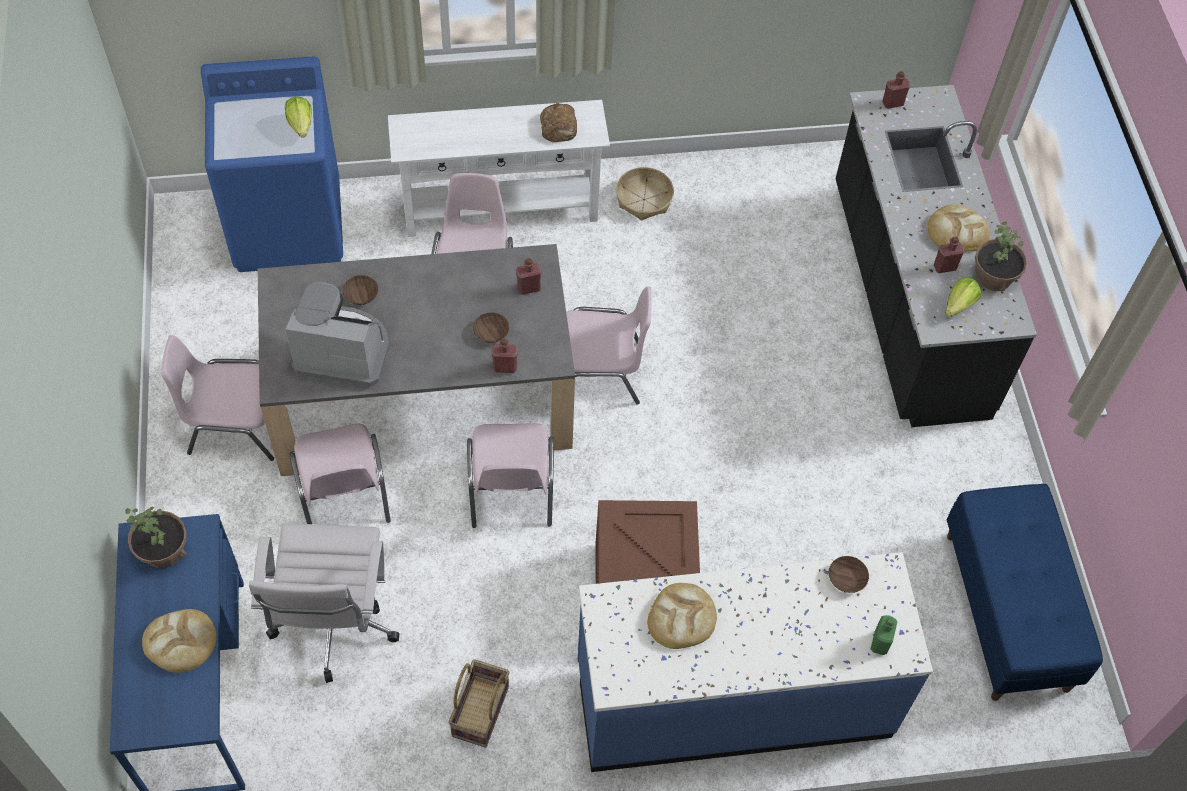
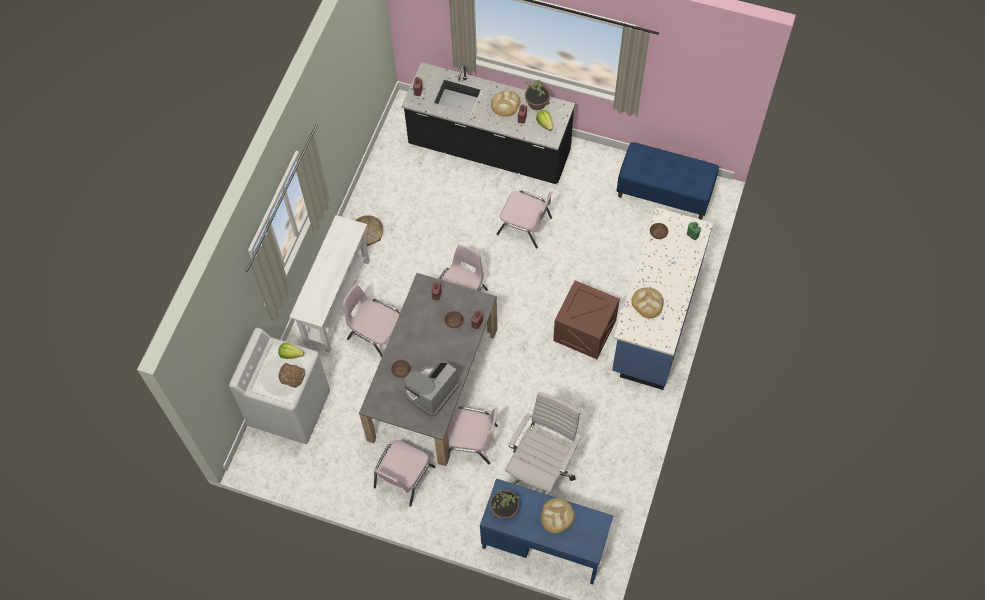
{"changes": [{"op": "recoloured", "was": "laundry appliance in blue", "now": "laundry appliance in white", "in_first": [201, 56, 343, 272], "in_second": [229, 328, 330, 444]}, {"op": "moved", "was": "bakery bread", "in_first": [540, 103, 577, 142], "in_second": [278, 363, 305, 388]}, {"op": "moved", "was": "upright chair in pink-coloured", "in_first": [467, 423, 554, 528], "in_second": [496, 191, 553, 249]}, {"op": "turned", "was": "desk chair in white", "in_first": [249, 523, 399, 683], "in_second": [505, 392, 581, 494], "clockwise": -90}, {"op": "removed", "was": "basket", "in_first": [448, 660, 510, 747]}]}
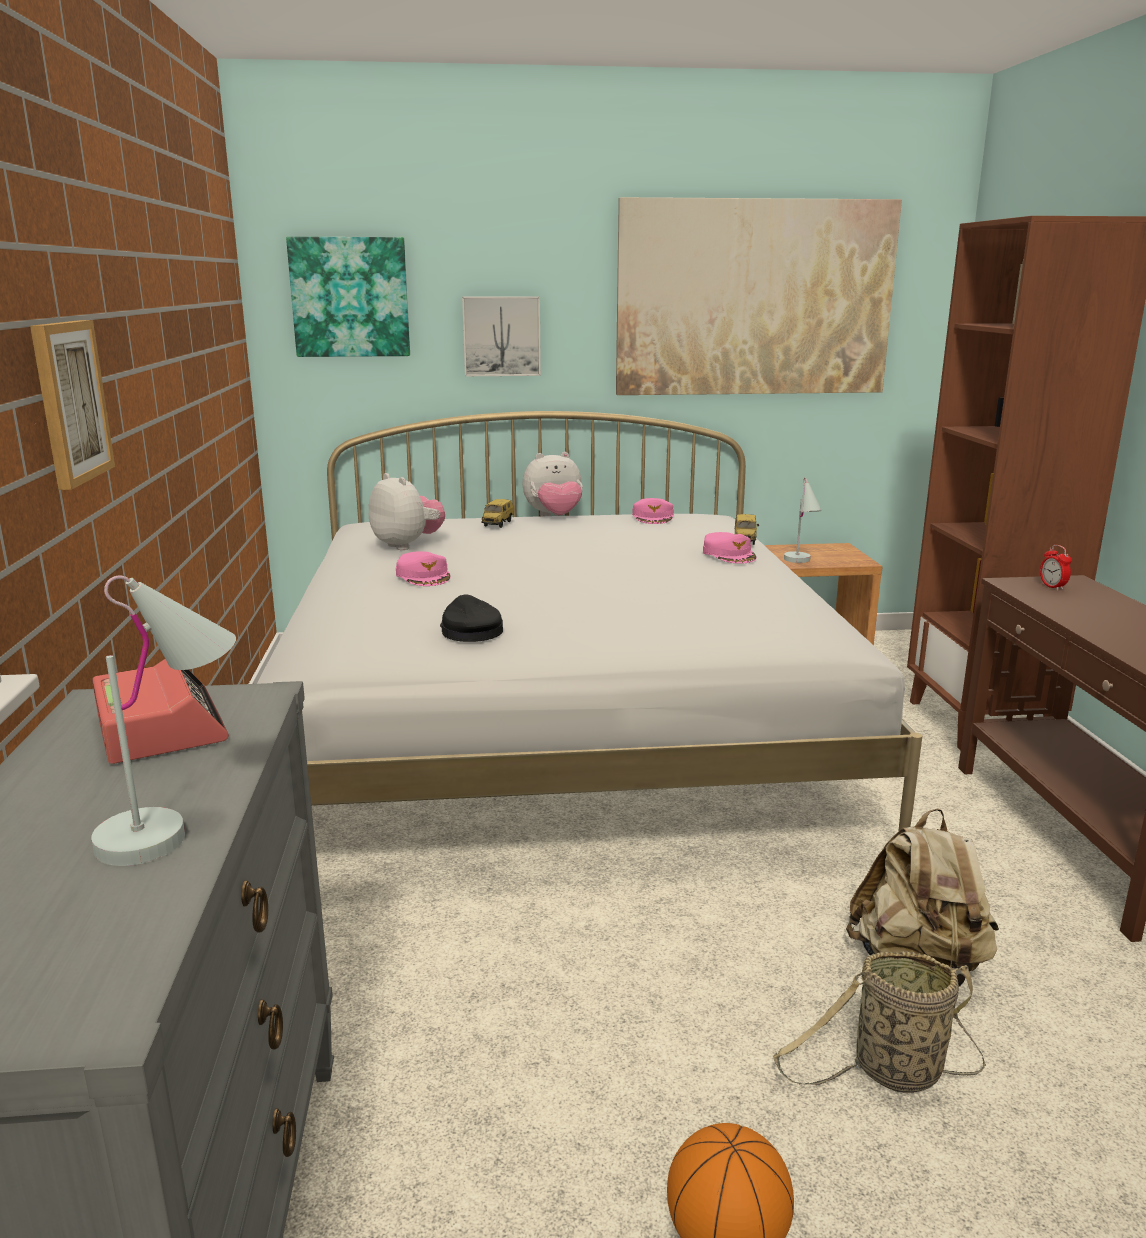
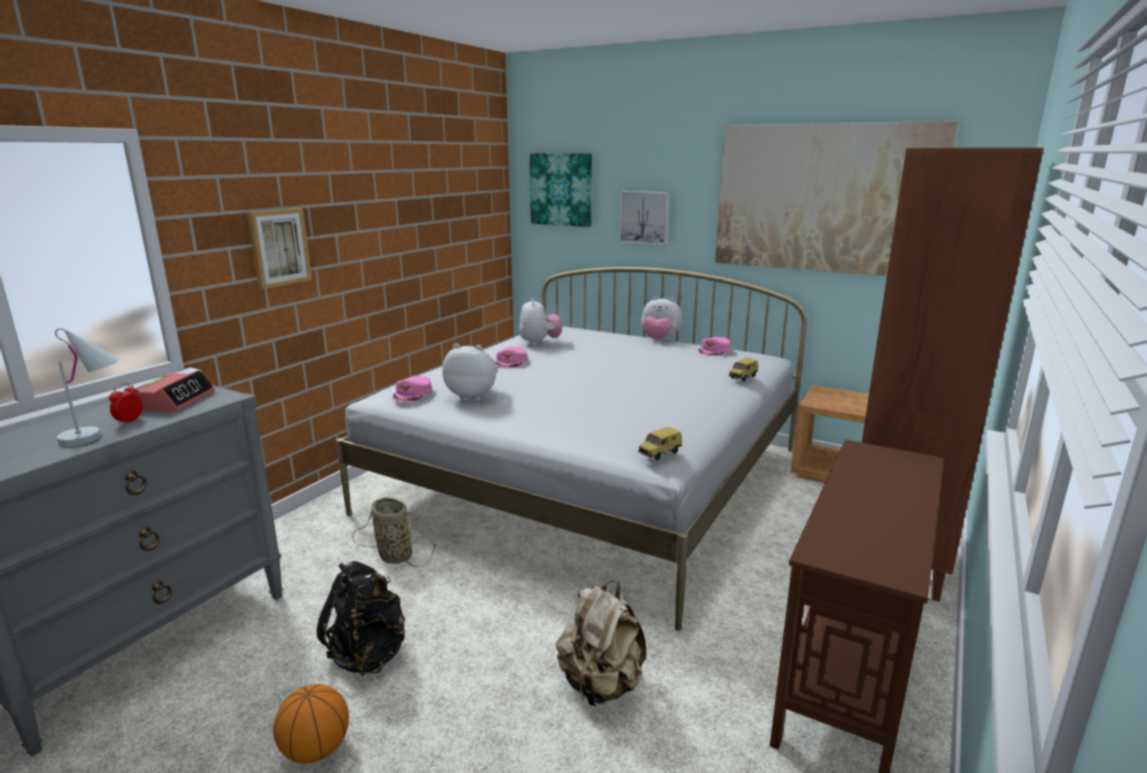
{"changes": [{"op": "removed", "was": "tabletop lamp in white", "in_first": [784, 478, 822, 563]}, {"op": "moved", "was": "model car", "in_first": [481, 499, 514, 528], "in_second": [638, 427, 682, 461]}, {"op": "moved", "was": "baseball cap in pink-coloured", "in_first": [703, 532, 757, 564], "in_second": [392, 376, 432, 402]}, {"op": "moved", "was": "alarm clock", "in_first": [1040, 545, 1072, 591], "in_second": [109, 383, 143, 425]}, {"op": "replaced", "was": "baseball cap in black", "now": "plush toy", "in_first": [440, 595, 503, 642], "in_second": [442, 343, 498, 401]}, {"op": "moved", "was": "basket", "in_first": [773, 951, 986, 1093], "in_second": [352, 497, 437, 567]}, {"op": "added", "now": "backpack in black", "in_second": [316, 561, 405, 676]}]}
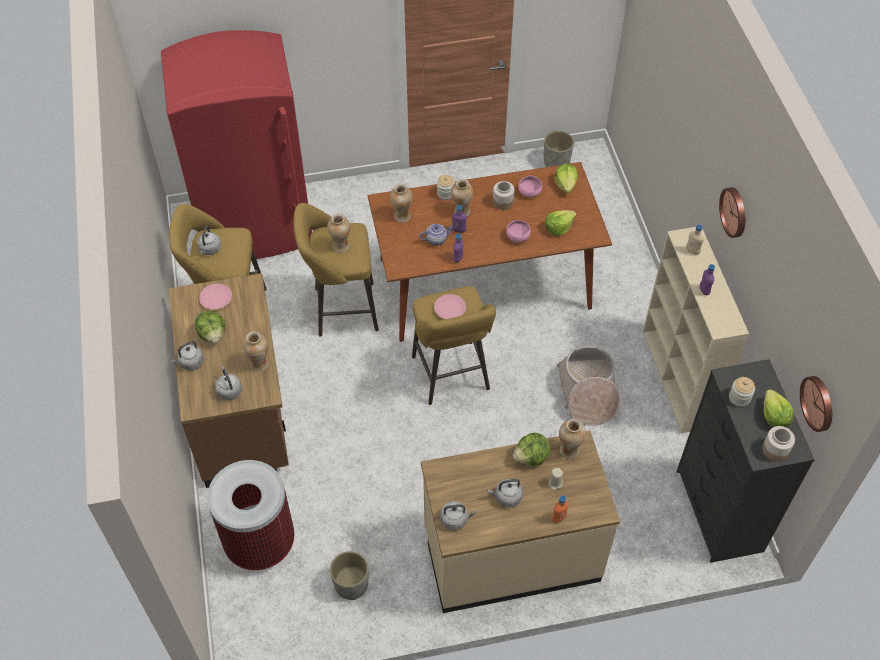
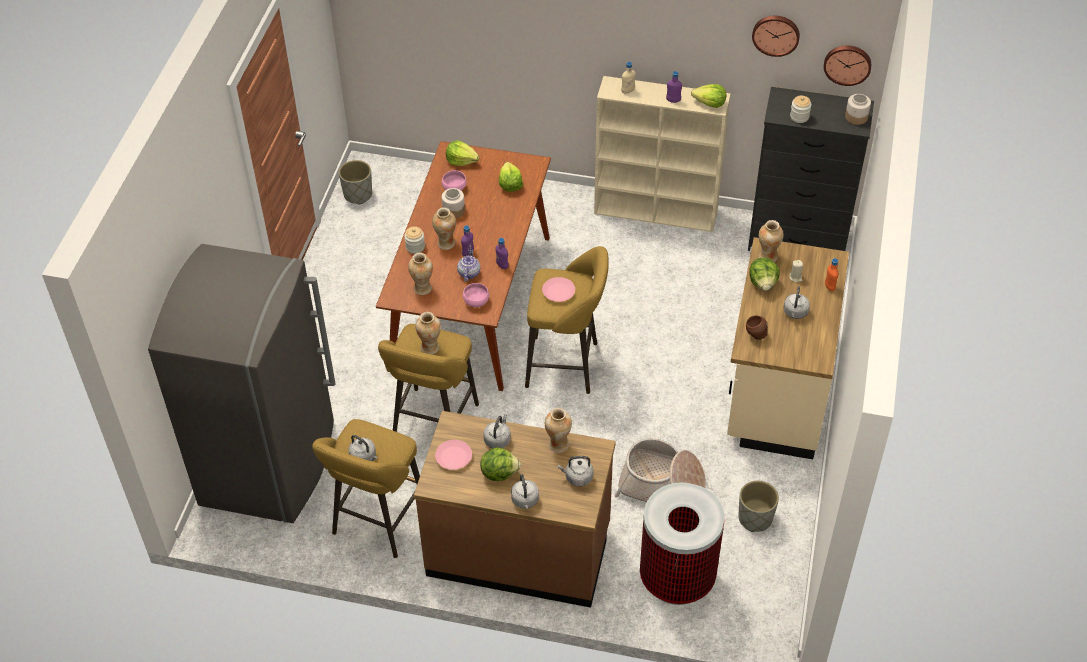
{"changes": [{"op": "recoloured", "was": "fridge in reddish", "now": "fridge in gray", "in_first": [161, 30, 312, 259], "in_second": [148, 244, 335, 523]}, {"op": "moved", "was": "clock on the wall", "in_first": [719, 187, 745, 238], "in_second": [752, 16, 800, 57]}, {"op": "moved", "was": "bowl in pink-coloured", "in_first": [506, 220, 531, 243], "in_second": [463, 283, 489, 307]}, {"op": "moved", "was": "basket", "in_first": [557, 346, 620, 426], "in_second": [615, 438, 706, 502]}, {"op": "moved", "was": "lettuce head", "in_first": [764, 389, 794, 427], "in_second": [691, 84, 727, 108]}, {"op": "moved", "was": "kettle in gray", "in_first": [440, 501, 476, 530], "in_second": [483, 414, 511, 449]}, {"op": "added", "now": "bowl in brown-coloured", "in_second": [746, 315, 768, 340]}]}
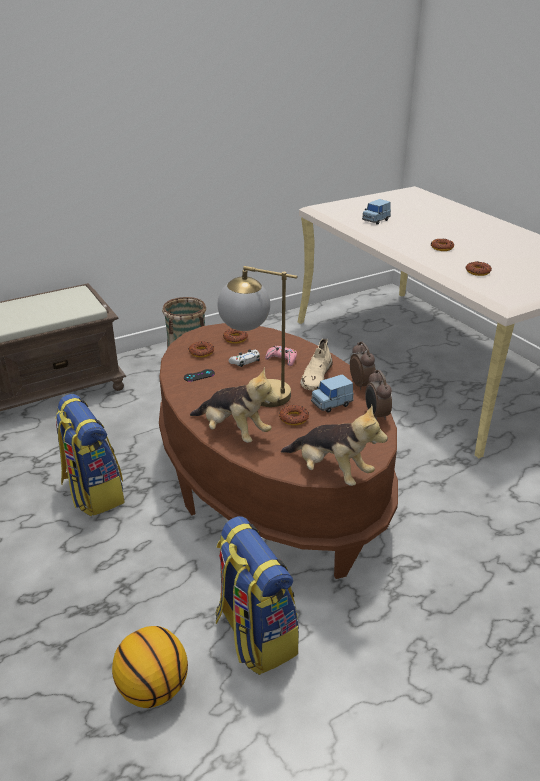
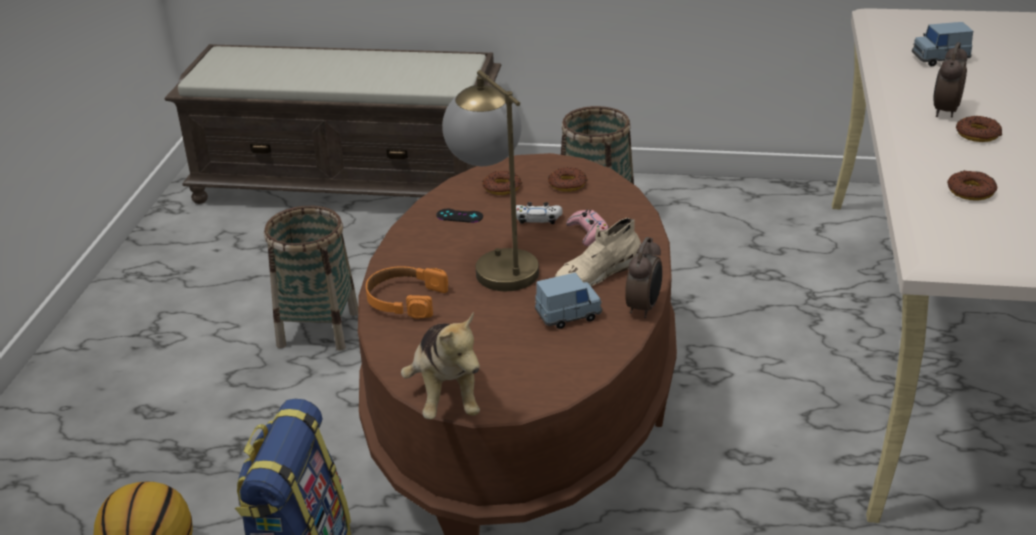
{"changes": [{"op": "replaced", "was": "plush toy", "now": "pair of headphones in orangey", "in_first": [190, 367, 279, 443], "in_second": [366, 266, 448, 319]}, {"op": "moved", "was": "alarm clock", "in_first": [365, 370, 392, 420], "in_second": [933, 42, 967, 117]}, {"op": "turned", "was": "model car in blue", "in_first": [311, 374, 354, 412], "in_second": [535, 272, 602, 329], "clockwise": 150}, {"op": "replaced", "was": "backpack", "now": "basket", "in_first": [55, 394, 125, 516], "in_second": [264, 205, 358, 351]}, {"op": "removed", "was": "doughnut", "in_first": [279, 405, 309, 425]}]}
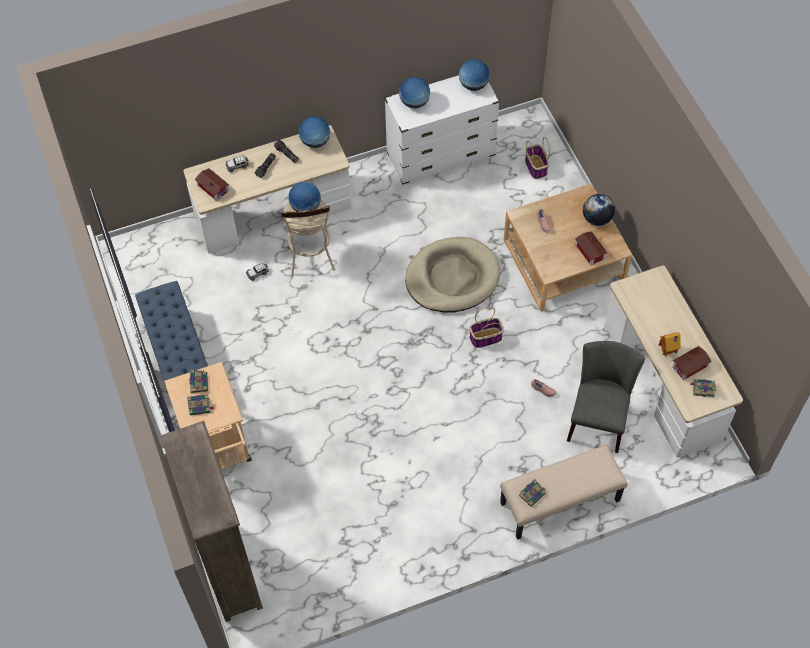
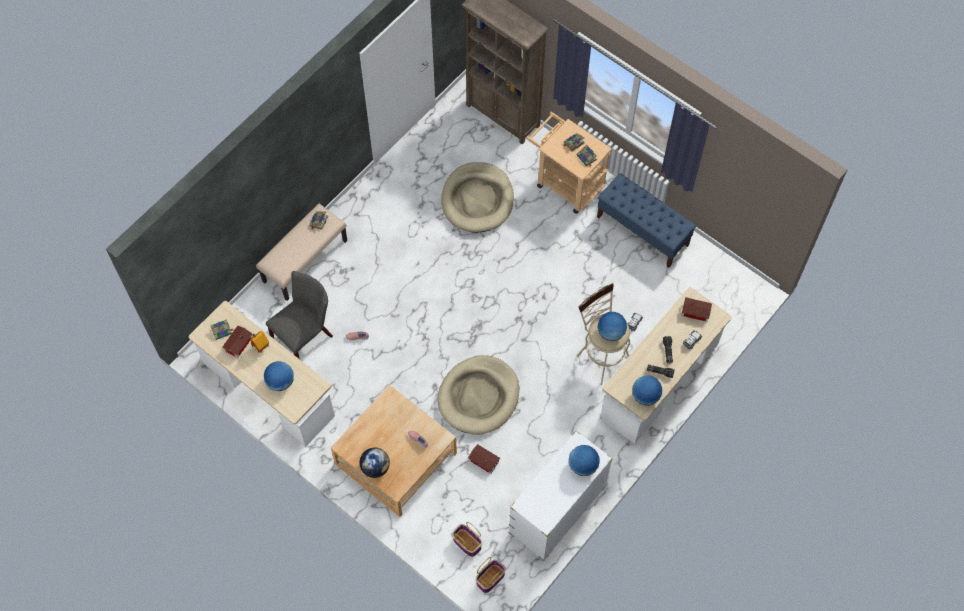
{"changes": [{"op": "moved", "was": "desk globe", "in_first": [459, 59, 490, 91], "in_second": [264, 361, 294, 391]}, {"op": "moved", "was": "model house", "in_first": [575, 231, 607, 265], "in_second": [468, 444, 500, 474]}, {"op": "moved", "was": "basket", "in_first": [469, 307, 504, 348], "in_second": [476, 557, 506, 593]}, {"op": "turned", "was": "upright chair in gray", "in_first": [567, 341, 645, 453], "in_second": [266, 271, 333, 359], "clockwise": -120}, {"op": "added", "now": "dog bed in beige", "in_second": [441, 162, 514, 233]}]}
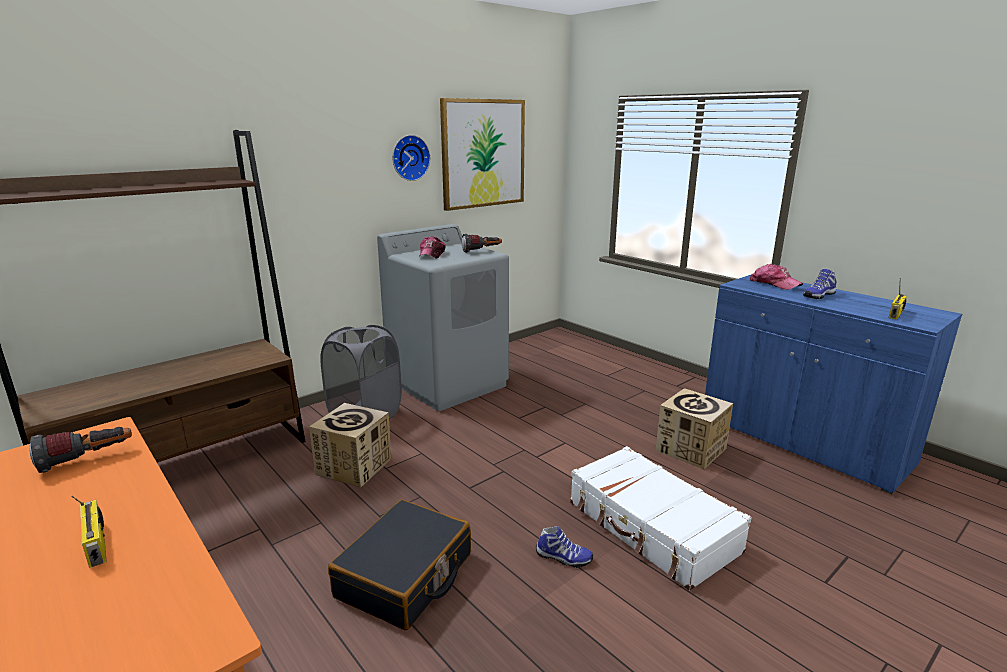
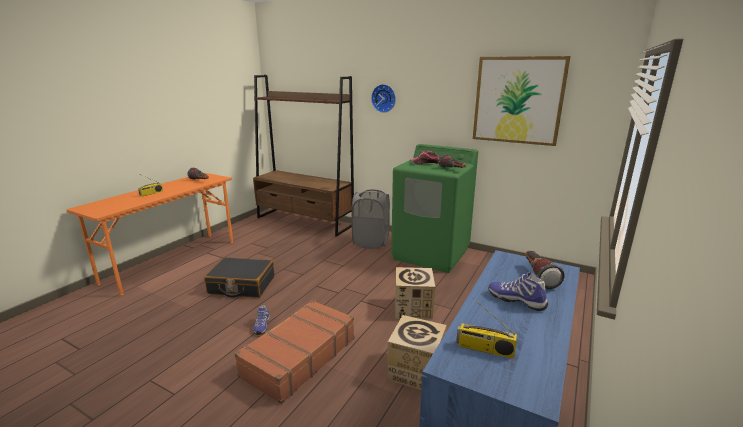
{"changes": [{"op": "moved", "was": "clock on the wall", "in_first": [392, 135, 430, 181], "in_second": [371, 84, 396, 113]}, {"op": "recoloured", "was": "laundry appliance in gray", "now": "laundry appliance in green-coloured", "in_first": [377, 224, 509, 411], "in_second": [391, 144, 478, 273]}, {"op": "replaced", "was": "baseball cap", "now": "torch", "in_first": [750, 264, 803, 290], "in_second": [526, 251, 565, 289]}, {"op": "moved", "was": "cardboard box", "in_first": [309, 403, 391, 487], "in_second": [395, 267, 435, 320]}, {"op": "recoloured", "was": "suitcase in white", "now": "suitcase in brown-coloured", "in_first": [570, 446, 752, 591], "in_second": [234, 300, 355, 404]}]}
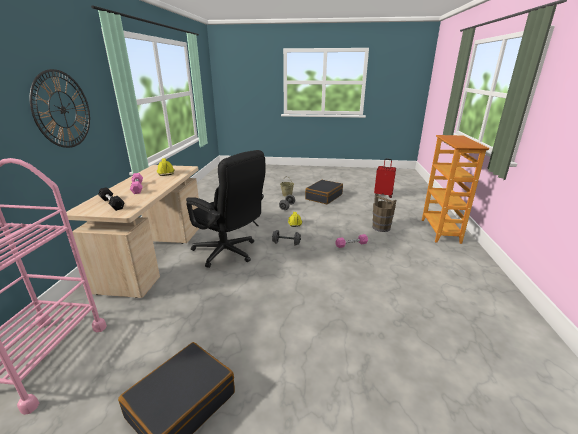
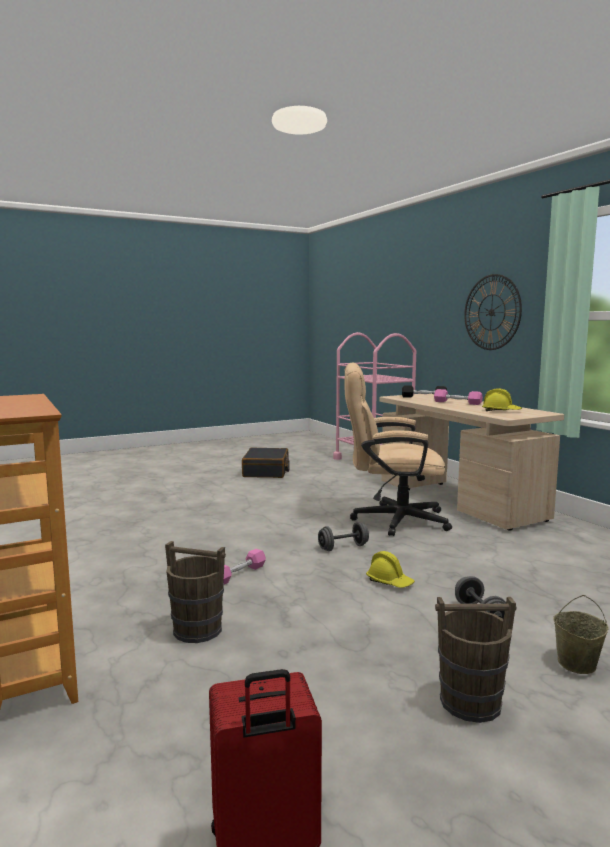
{"changes": [{"op": "recoloured", "was": "desk chair in black", "now": "desk chair in beige", "in_first": [186, 150, 265, 268], "in_second": [345, 362, 452, 536]}, {"op": "replaced", "was": "suitcase in black", "now": "pail in brown-coloured", "in_first": [305, 180, 343, 204], "in_second": [435, 597, 517, 723]}]}
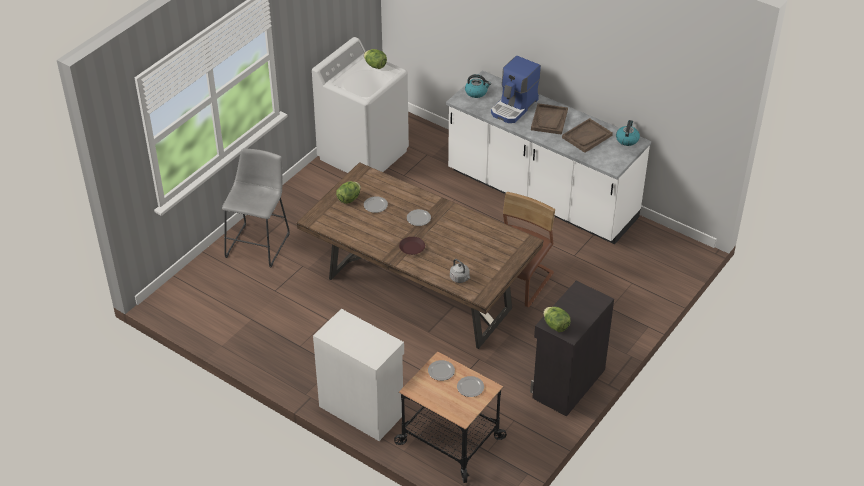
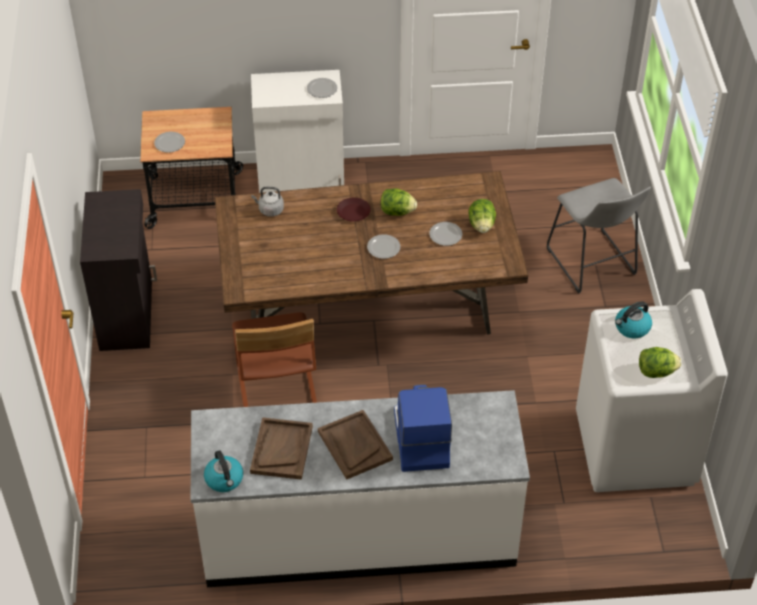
{"changes": [{"op": "moved", "was": "kettle", "in_first": [465, 74, 491, 98], "in_second": [615, 301, 652, 339]}, {"op": "moved", "was": "lettuce head", "in_first": [544, 307, 571, 332], "in_second": [381, 188, 417, 216]}, {"op": "moved", "was": "flat dish", "in_first": [428, 360, 455, 381], "in_second": [307, 78, 337, 98]}]}
